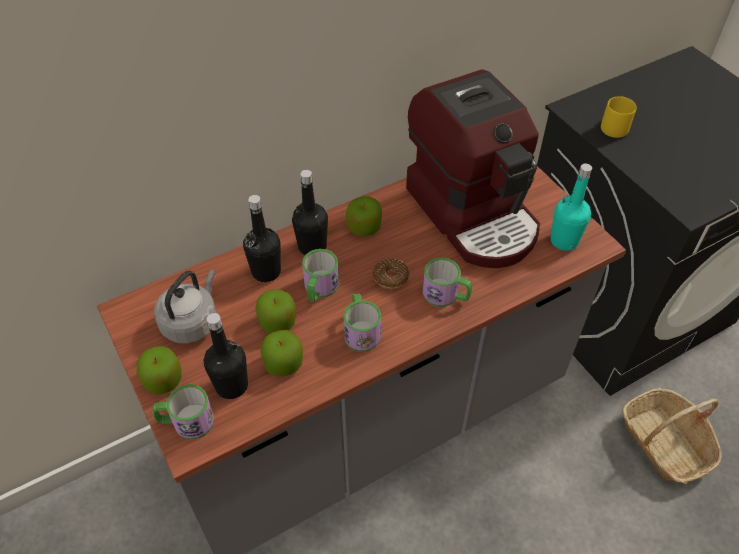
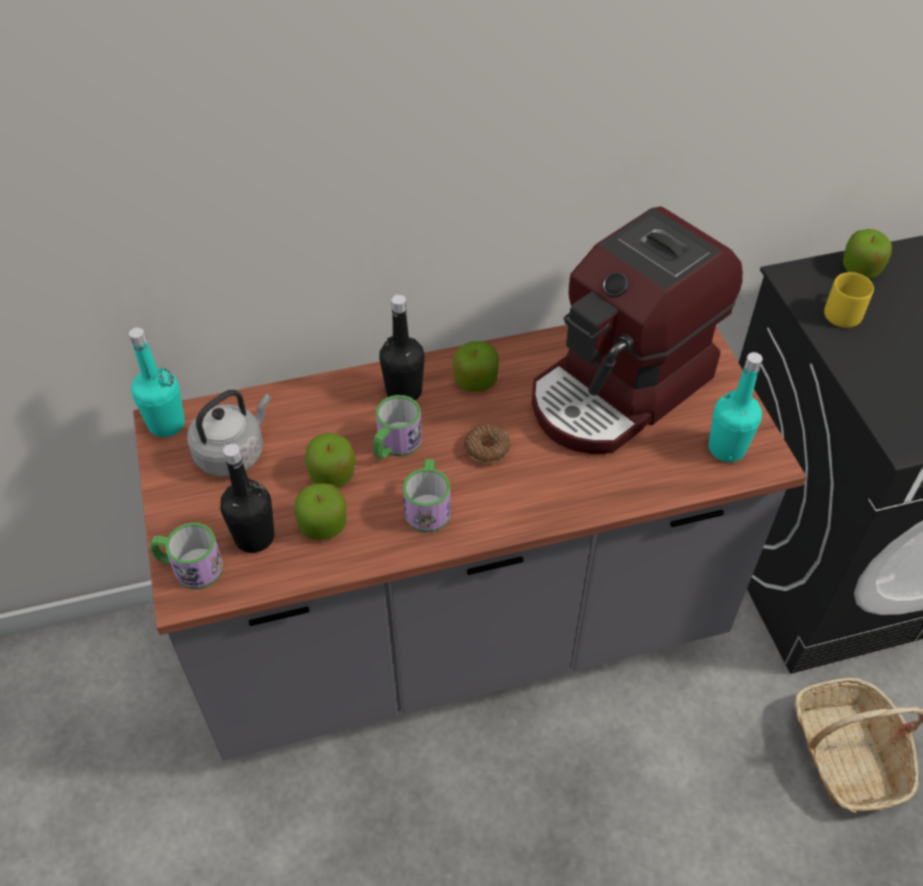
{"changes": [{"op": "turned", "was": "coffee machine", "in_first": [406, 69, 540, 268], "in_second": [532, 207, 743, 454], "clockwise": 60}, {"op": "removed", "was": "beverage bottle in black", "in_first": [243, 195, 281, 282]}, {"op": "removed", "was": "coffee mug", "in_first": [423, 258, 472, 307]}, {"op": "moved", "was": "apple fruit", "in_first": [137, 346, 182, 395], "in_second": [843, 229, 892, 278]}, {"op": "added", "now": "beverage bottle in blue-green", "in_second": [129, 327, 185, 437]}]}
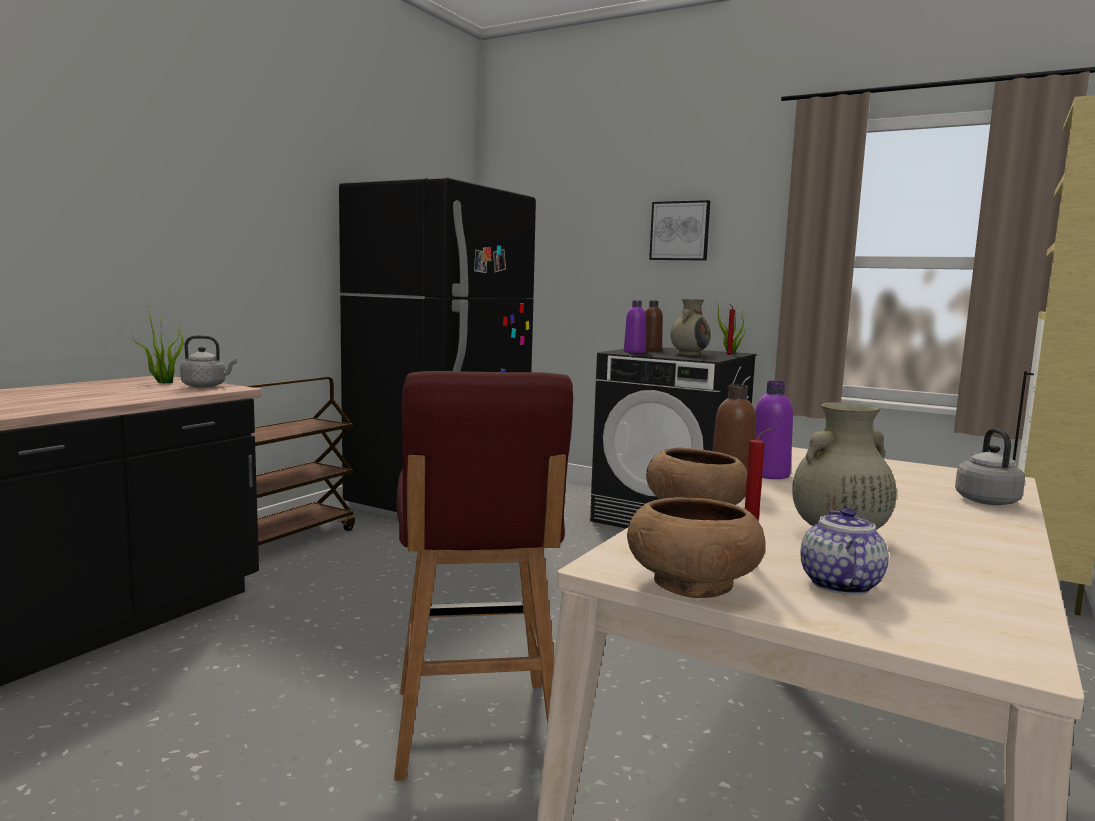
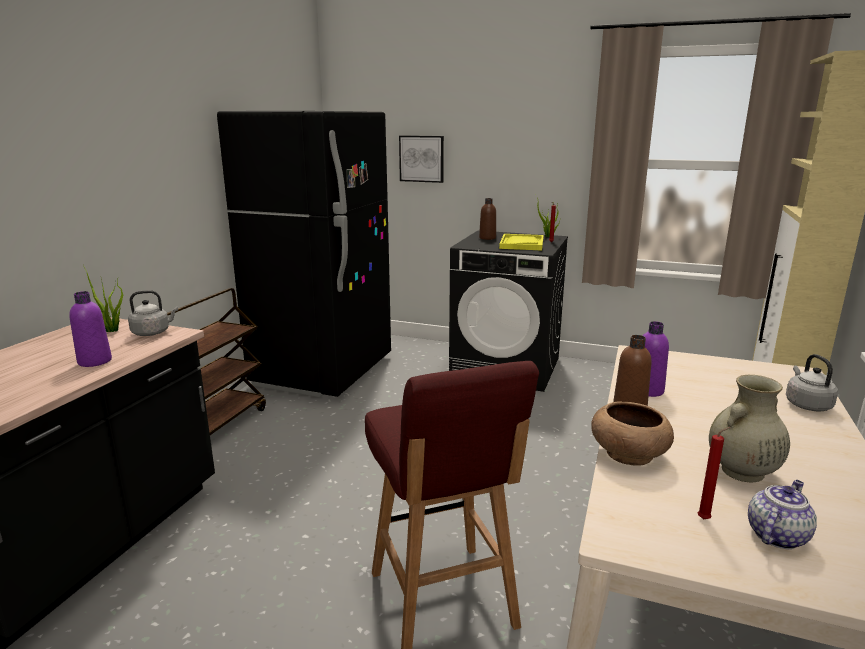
{"changes": [{"op": "moved", "was": "wall art", "in_first": [649, 200, 710, 261], "in_second": [399, 136, 444, 183]}, {"op": "replaced", "was": "flower vase in beige", "now": "carrying tray in yellow", "in_first": [671, 299, 711, 356], "in_second": [499, 234, 544, 250]}, {"op": "moved", "was": "beverage bottle in purplish", "in_first": [624, 300, 646, 353], "in_second": [69, 291, 112, 367]}, {"op": "removed", "was": "bowl in brown-coloured", "in_first": [627, 497, 766, 598]}, {"op": "turned", "was": "tea pot", "in_first": [801, 508, 889, 595], "in_second": [748, 480, 817, 549], "clockwise": 45}]}
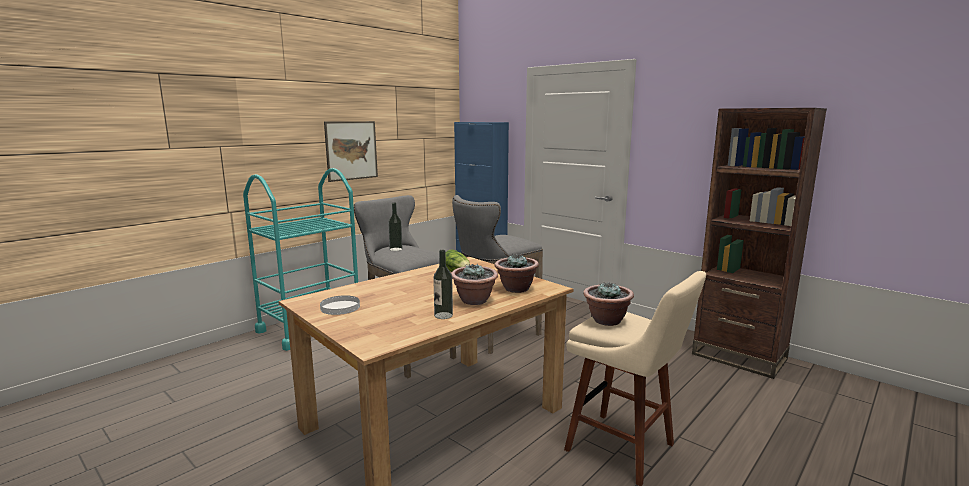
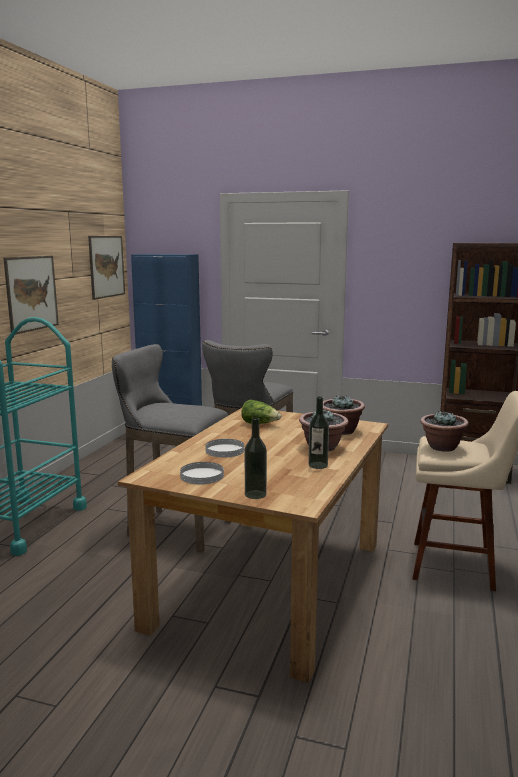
{"changes": [{"op": "moved", "was": "beverage bottle", "in_first": [388, 203, 403, 251], "in_second": [245, 417, 267, 499]}, {"op": "added", "now": "wall art", "in_second": [88, 236, 125, 300]}, {"op": "added", "now": "flat dish in white", "in_second": [205, 439, 244, 458]}]}
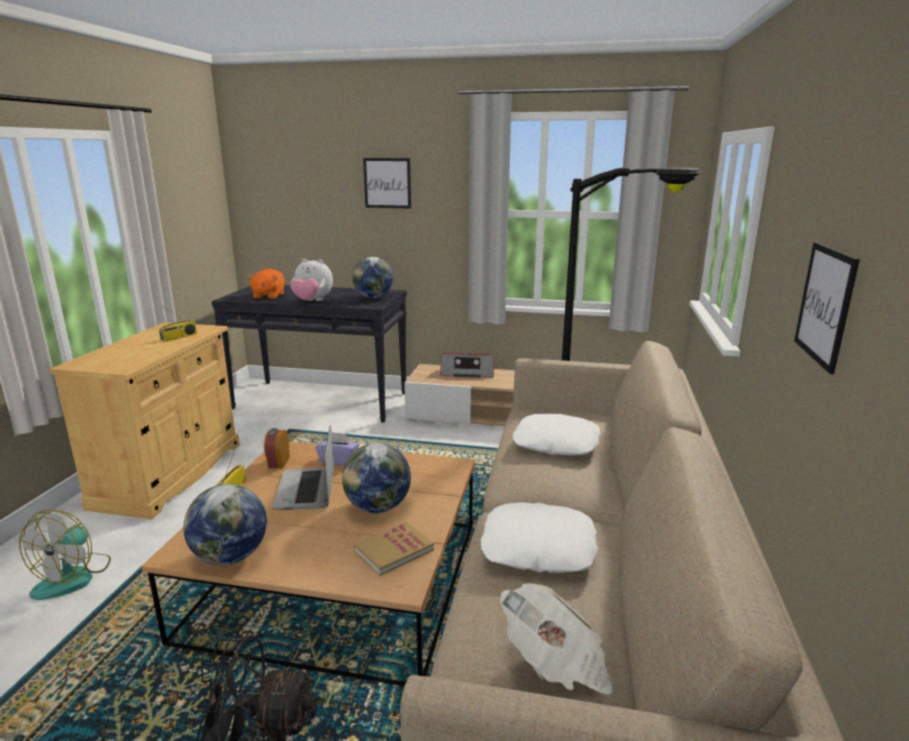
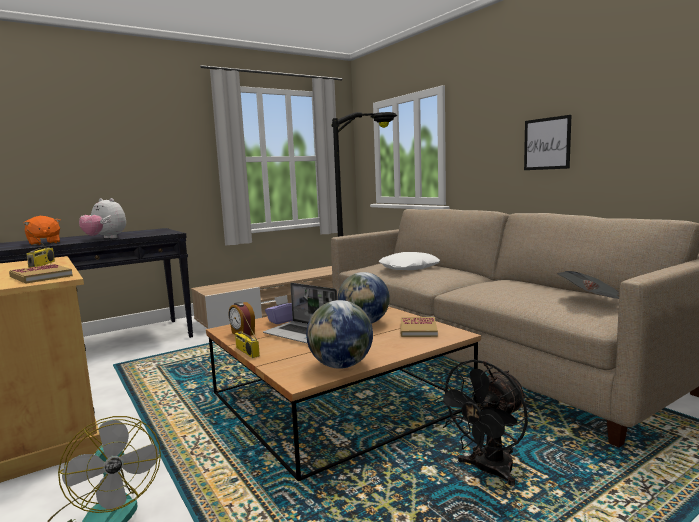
{"changes": [{"op": "removed", "was": "wall art", "in_first": [363, 158, 411, 209]}, {"op": "removed", "was": "desk globe", "in_first": [352, 257, 393, 298]}, {"op": "turned", "was": "plush toy", "in_first": [290, 259, 333, 301], "in_second": [79, 198, 126, 239], "clockwise": 60}, {"op": "removed", "was": "radio", "in_first": [440, 353, 494, 378]}, {"op": "removed", "was": "pillow in white", "in_first": [481, 502, 598, 573]}, {"op": "added", "now": "bound book", "in_second": [9, 264, 73, 284]}]}
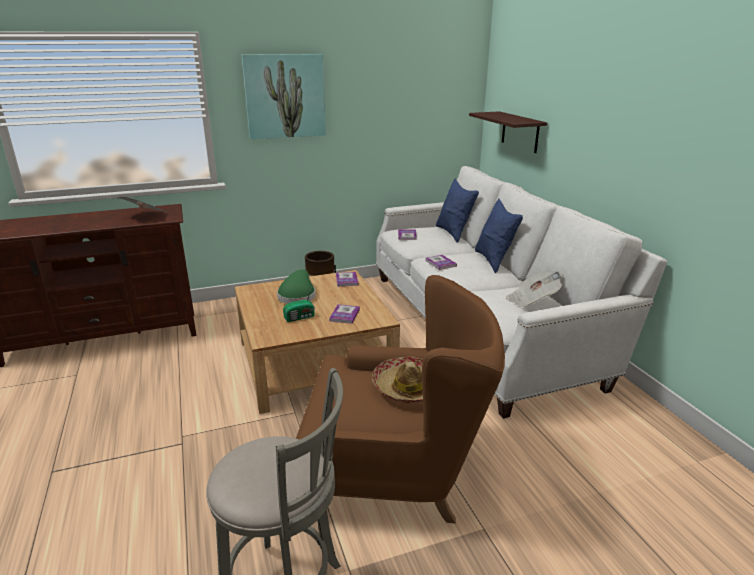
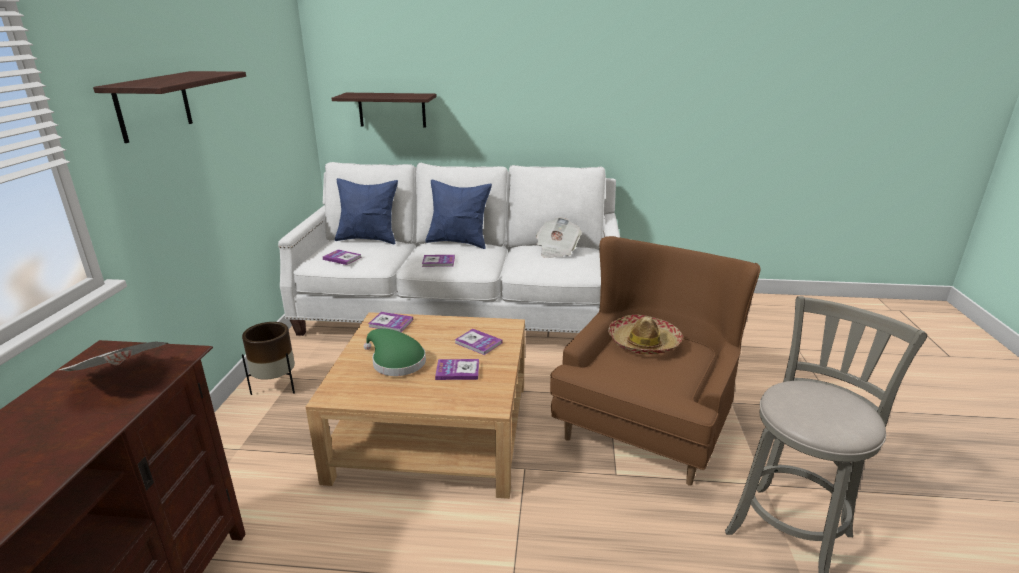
{"changes": [{"op": "replaced", "was": "wall art", "now": "shelf", "in_first": [242, 54, 326, 140], "in_second": [93, 71, 246, 143]}, {"op": "replaced", "was": "radio", "now": "bound book", "in_first": [283, 287, 315, 322], "in_second": [435, 359, 479, 380]}]}
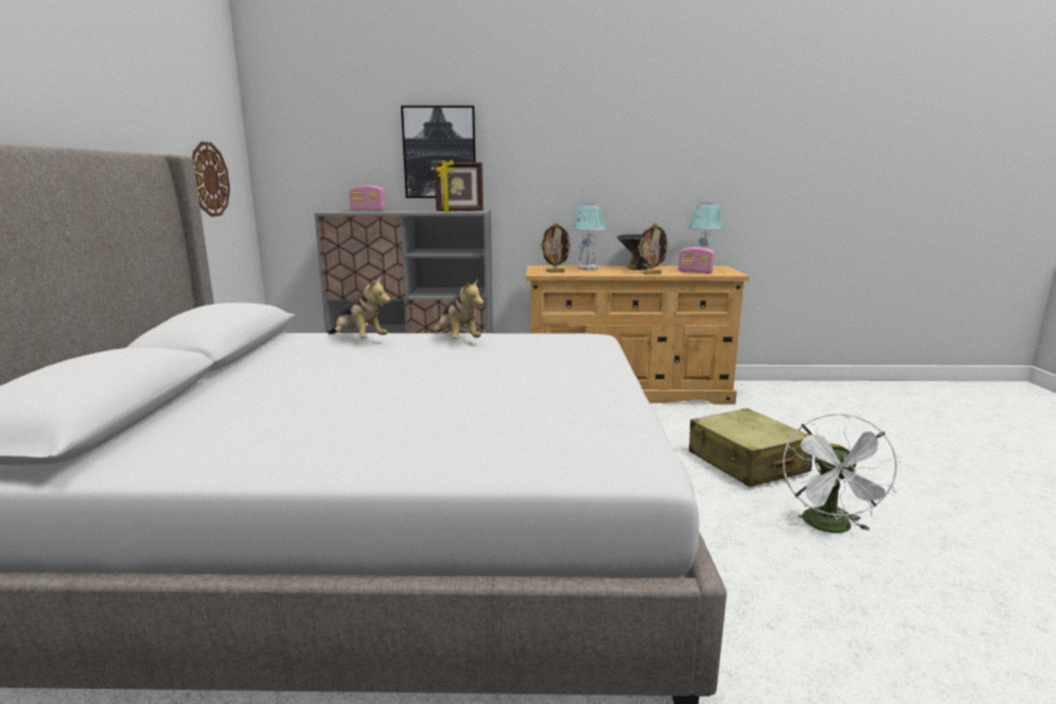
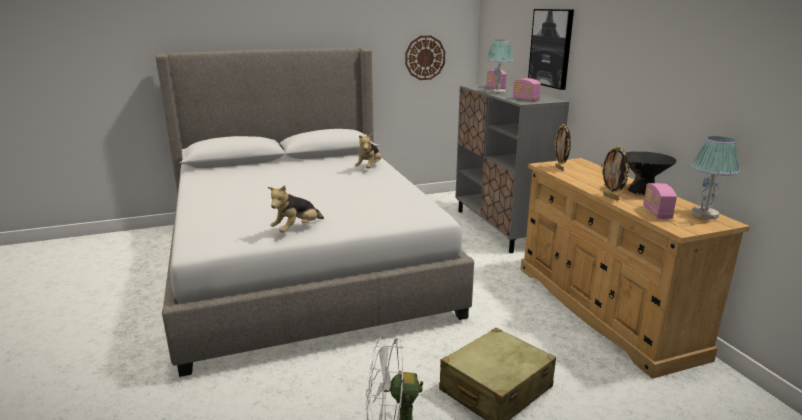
{"changes": [{"op": "replaced", "was": "standing frame", "now": "radio", "in_first": [434, 160, 483, 212], "in_second": [513, 78, 541, 101]}, {"op": "moved", "was": "tabletop lamp", "in_first": [571, 204, 606, 270], "in_second": [486, 40, 514, 94]}, {"op": "moved", "was": "plush toy", "in_first": [434, 278, 484, 339], "in_second": [268, 186, 324, 233]}]}
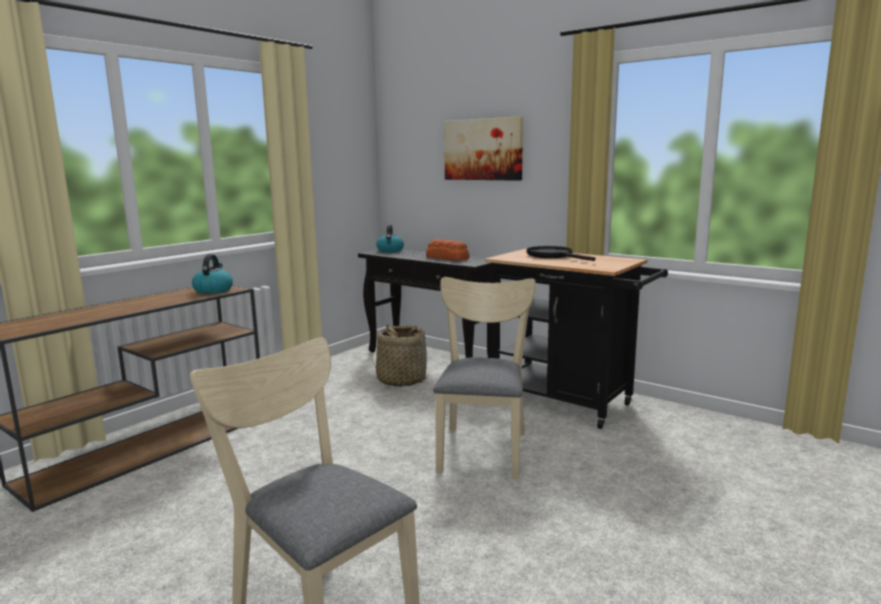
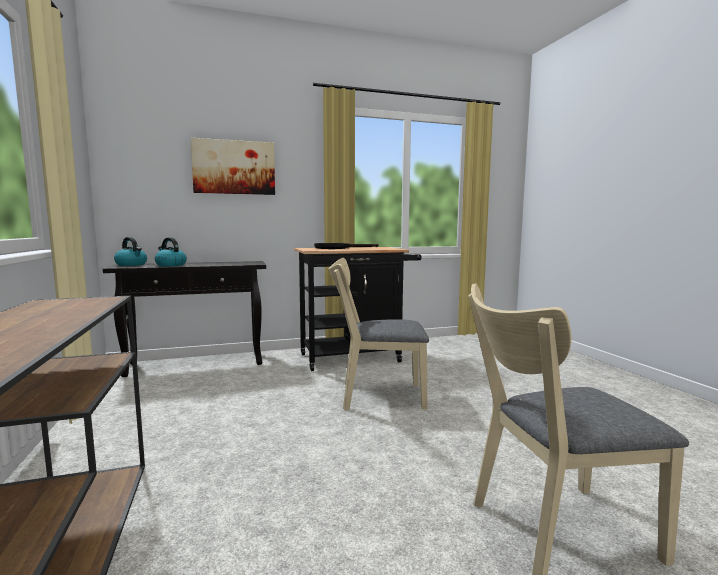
{"changes": [{"op": "removed", "was": "bakery bread", "in_first": [426, 239, 470, 261]}, {"op": "moved", "was": "kettle", "in_first": [192, 254, 233, 294], "in_second": [155, 237, 187, 266]}, {"op": "turned", "was": "upright chair in beige", "in_first": [433, 277, 536, 479], "in_second": [328, 258, 429, 410], "clockwise": -45}, {"op": "removed", "was": "basket", "in_first": [371, 324, 429, 386]}]}
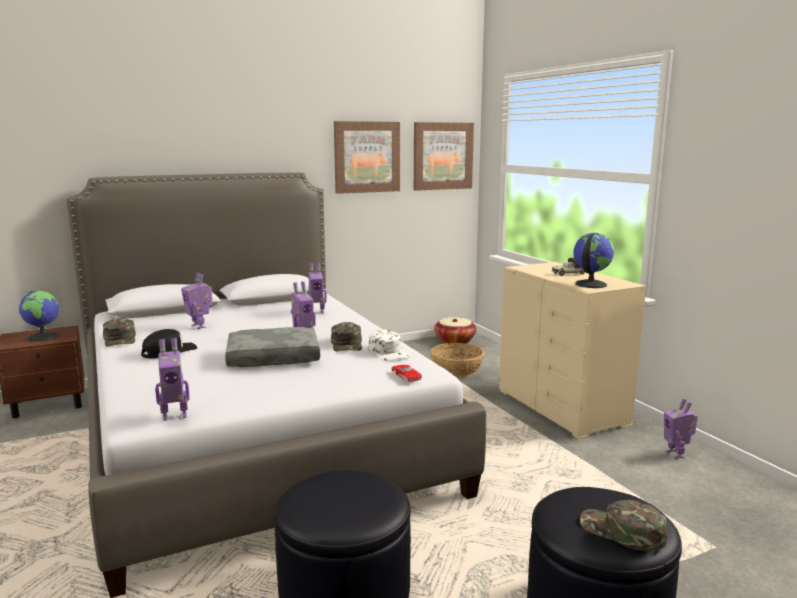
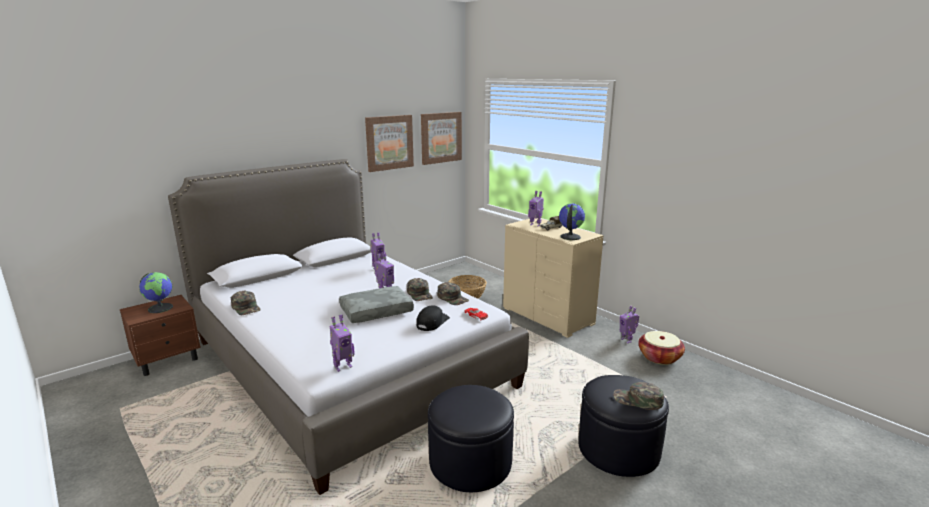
{"changes": [{"op": "moved", "was": "toy robot", "in_first": [181, 273, 212, 329], "in_second": [528, 191, 544, 226]}, {"op": "moved", "was": "basket", "in_first": [434, 317, 476, 344], "in_second": [638, 331, 685, 365]}, {"op": "moved", "was": "baseball cap in black", "in_first": [141, 329, 197, 359], "in_second": [417, 306, 450, 331]}, {"op": "recoloured", "was": "baseball cap in white", "now": "baseball cap in green-coloured", "in_first": [368, 330, 410, 361], "in_second": [437, 282, 469, 305]}]}
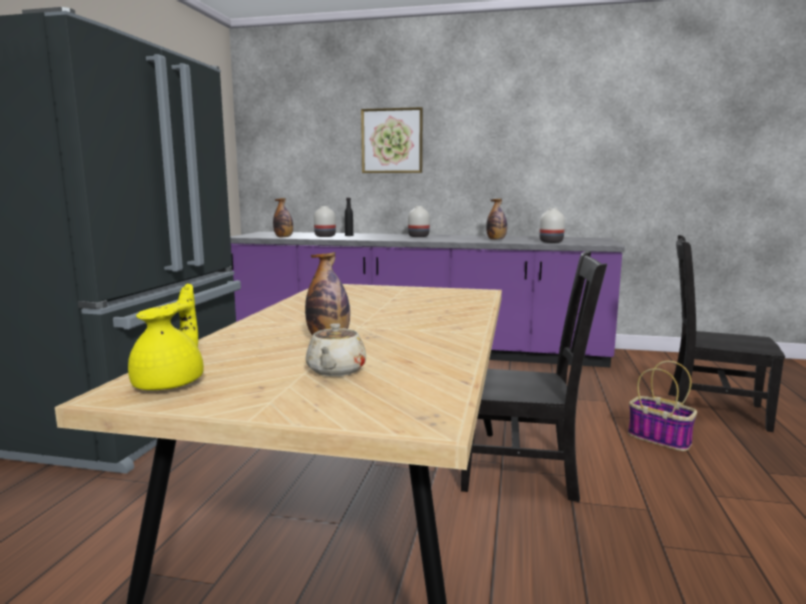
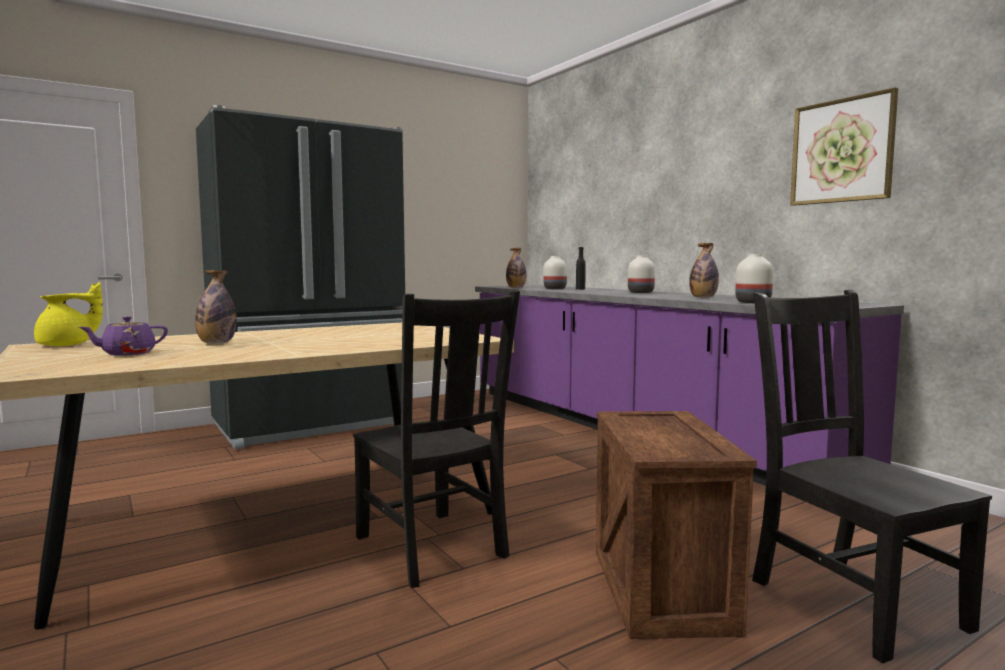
{"changes": [{"op": "moved", "was": "wall art", "in_first": [361, 107, 423, 173], "in_second": [790, 87, 898, 206]}, {"op": "recoloured", "was": "tea pot in beige", "now": "tea pot in purplish", "in_first": [306, 323, 366, 376], "in_second": [79, 316, 168, 356]}, {"op": "replaced", "was": "basket", "now": "packing crate", "in_first": [628, 361, 697, 451], "in_second": [595, 411, 757, 639]}]}
